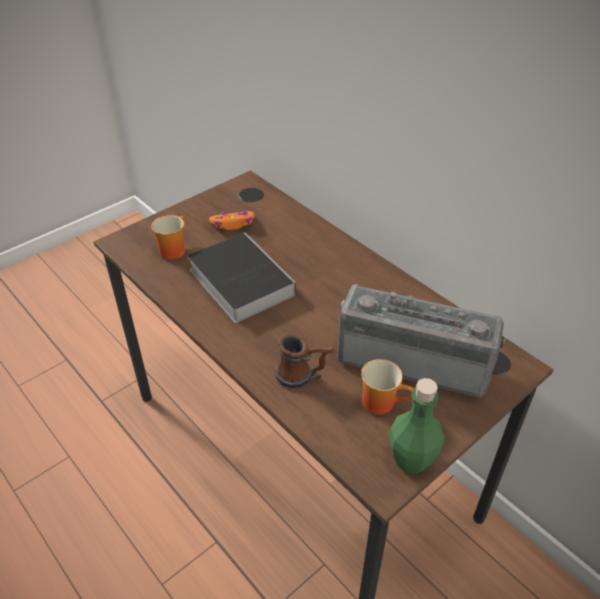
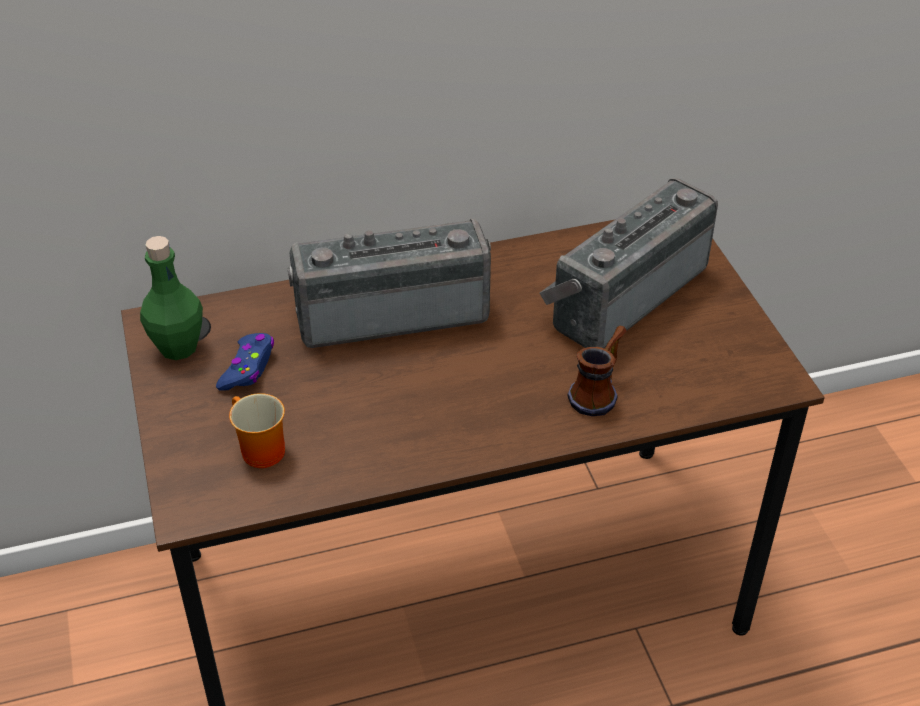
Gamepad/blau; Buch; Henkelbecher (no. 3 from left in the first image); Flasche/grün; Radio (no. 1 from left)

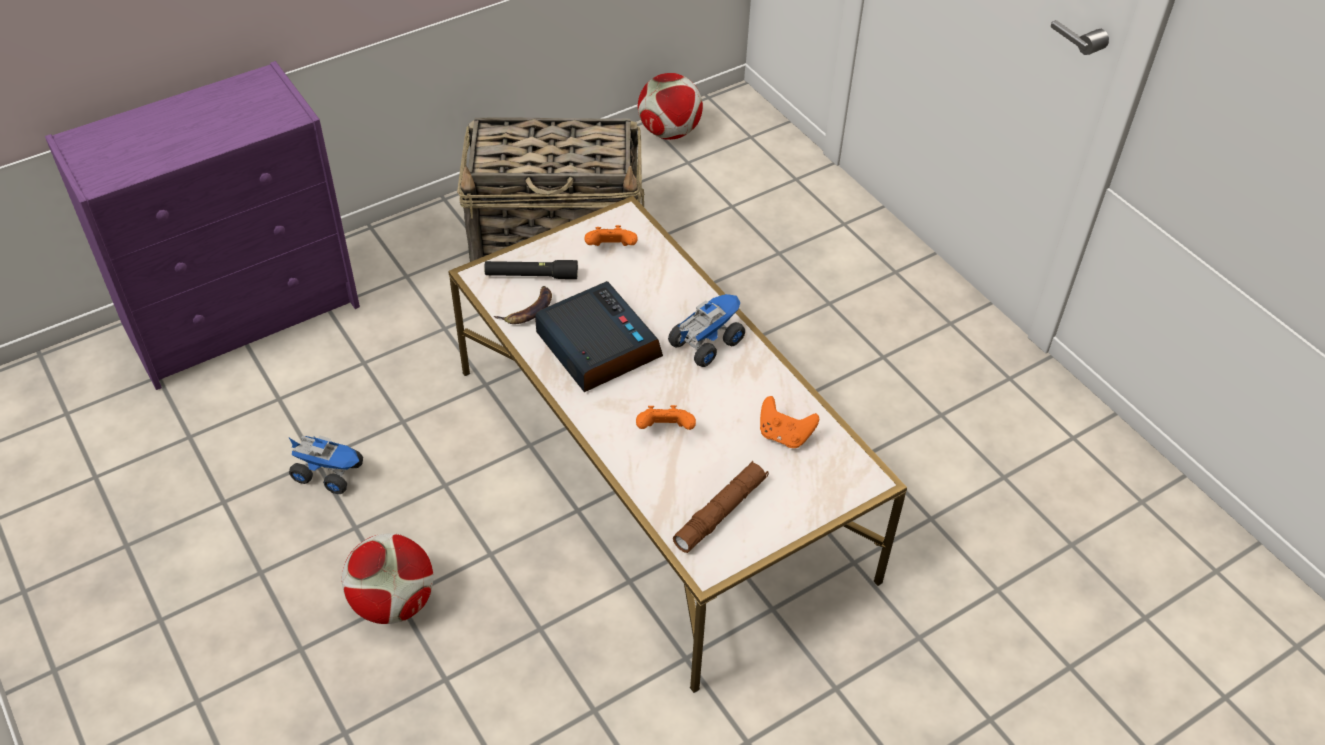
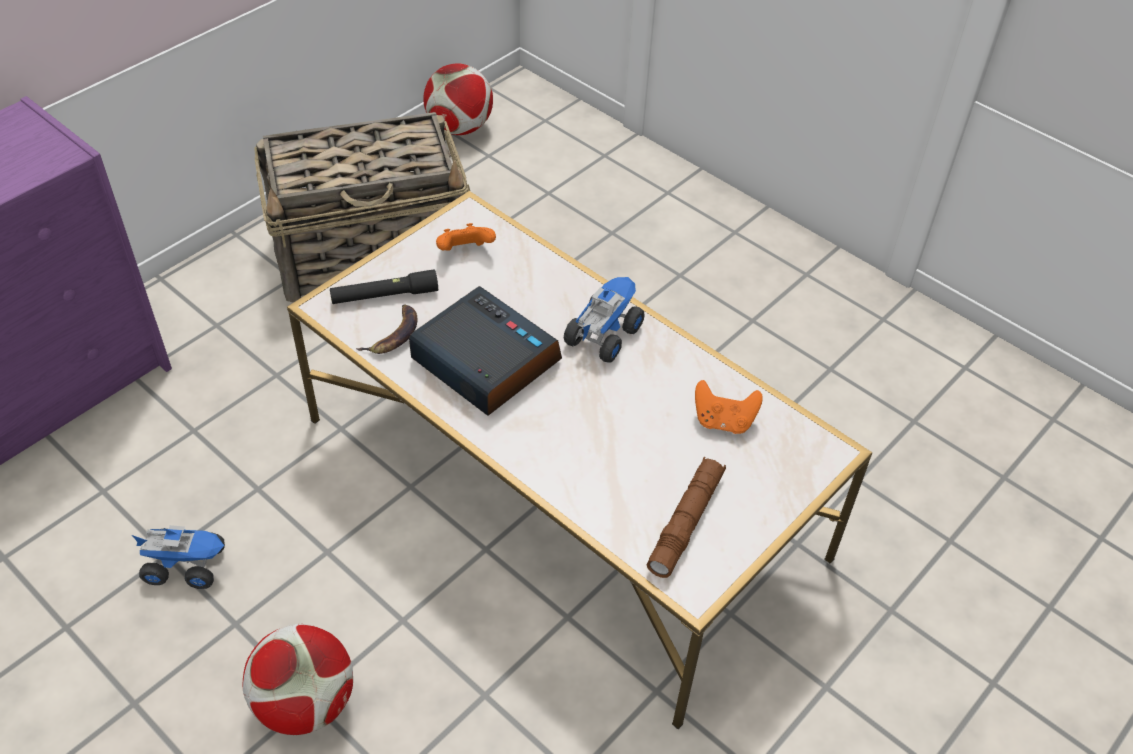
Gamepad/orange (no. 2 from left in the first image)

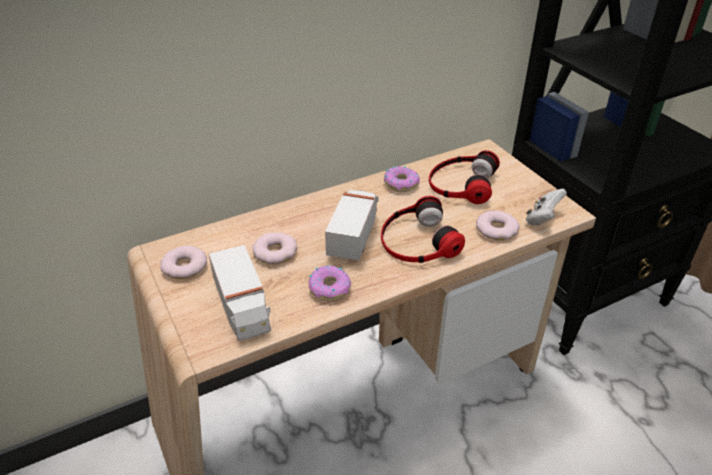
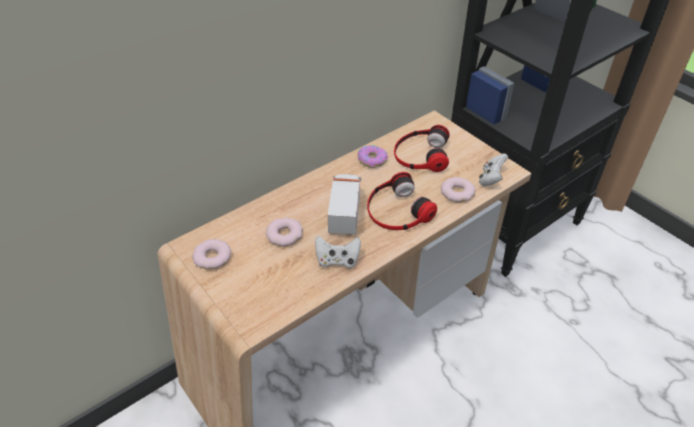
Spielzeuglaster (no. 1 from left in the first image); Gamepad/weiß (no. 1 from left)

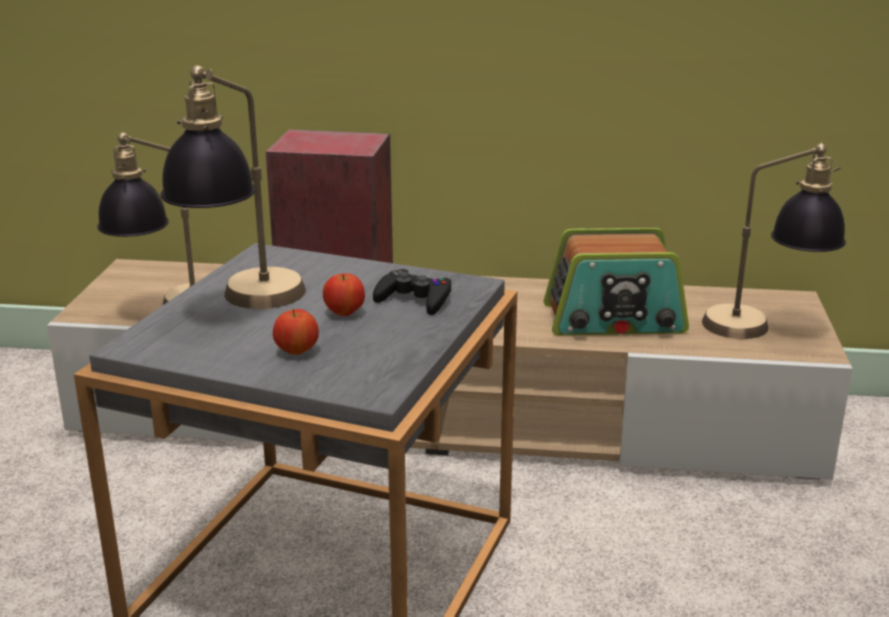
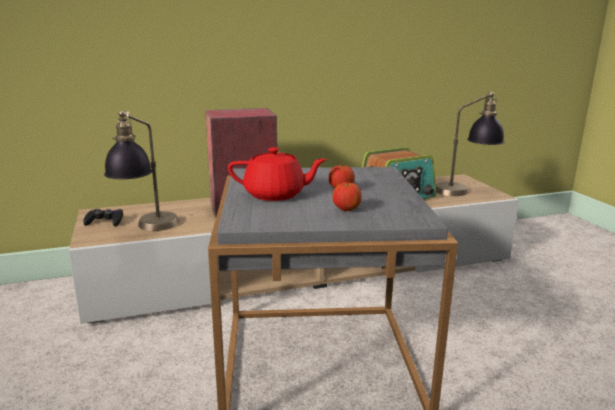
Teekanne/rot; Gamepad/schwarz

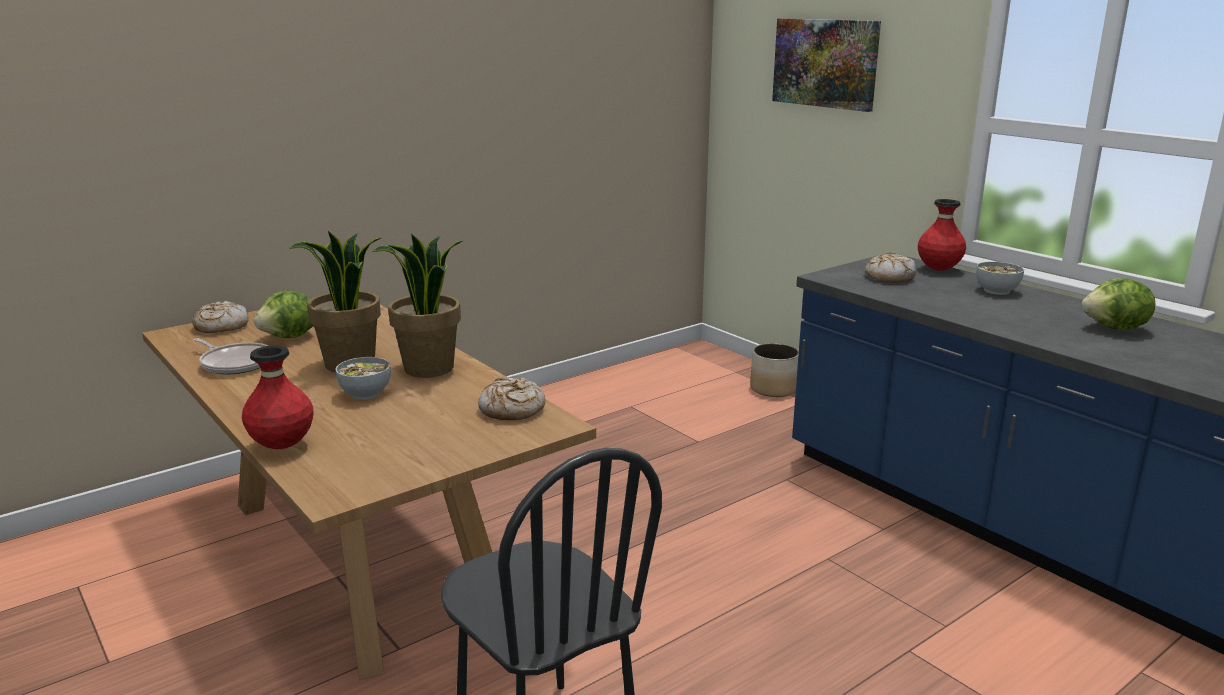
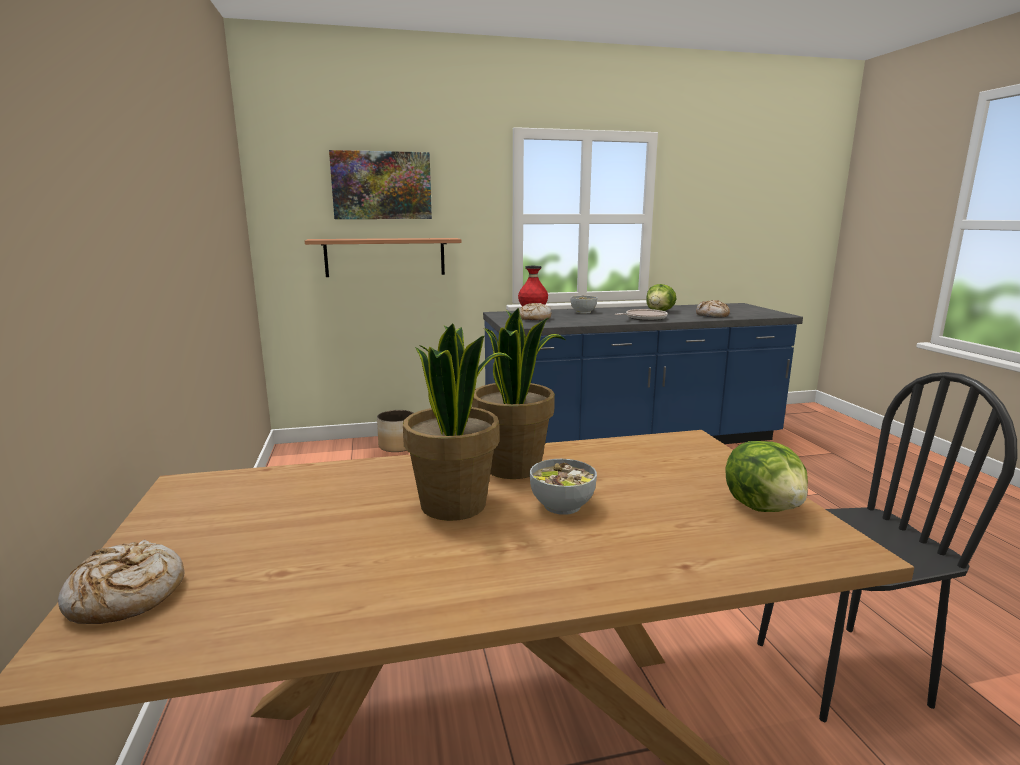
Salatkopf (no. 2 from left); Pfanne; Vase/rot (no. 1 from left in the first image); Brot (no. 3 from left); Wandregal

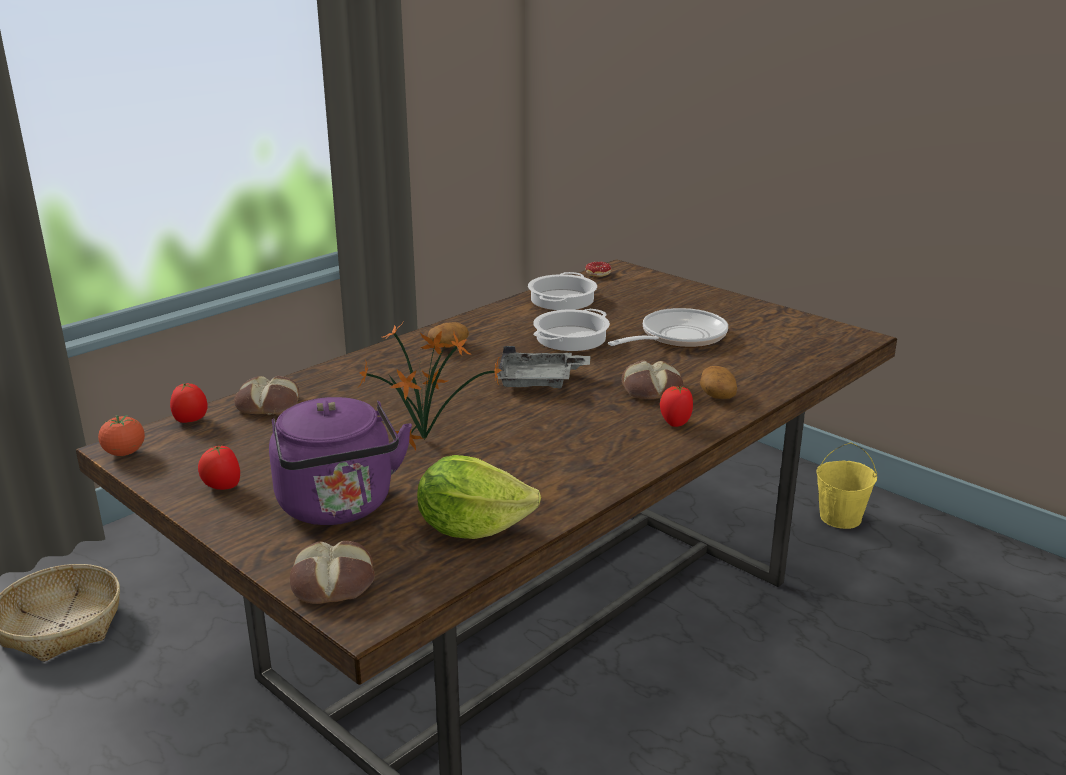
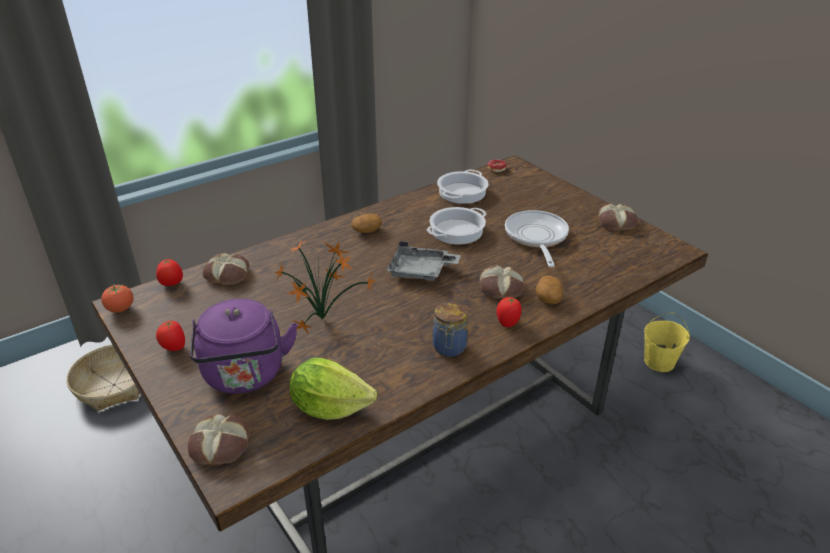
Pfanne; Brot (no. 4 from left); Vorratsglas

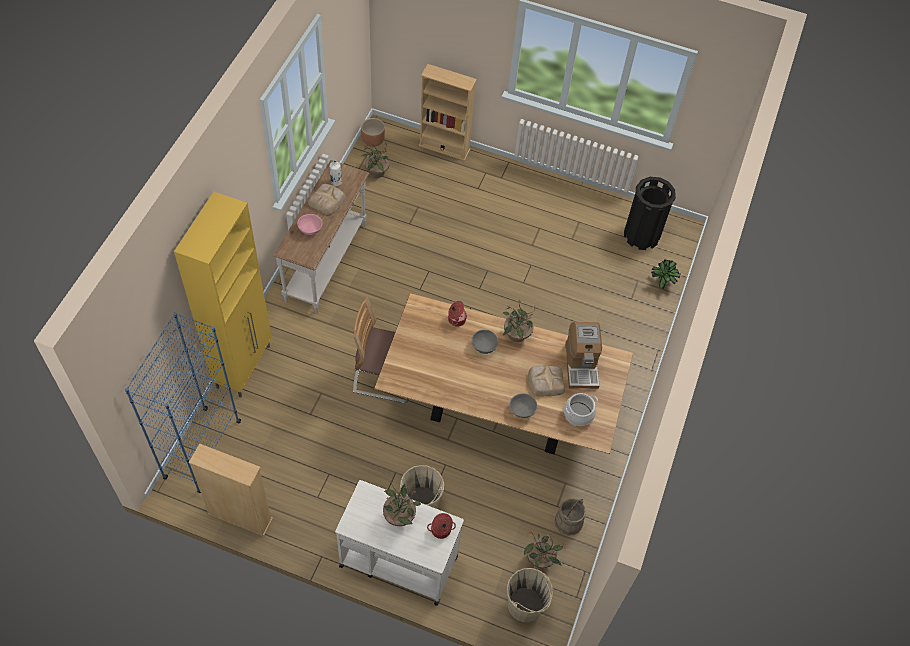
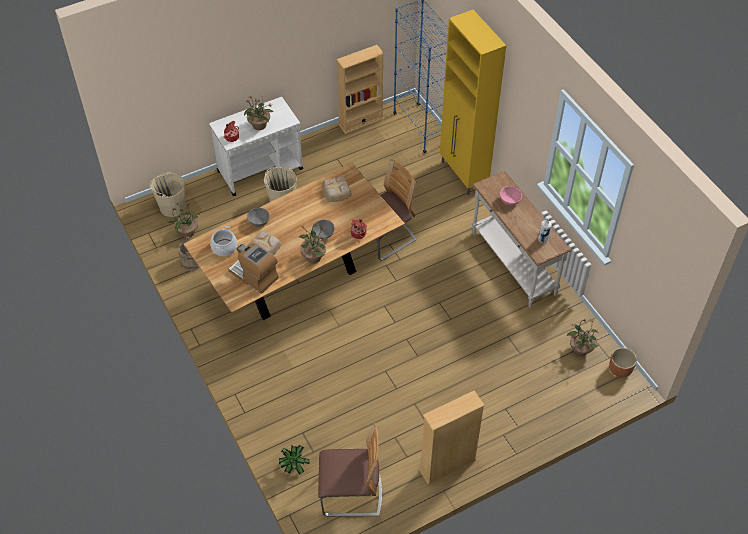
Bücherregal/beige (no. 2 from left); Stuhl (no. 1 from left); Brot (no. 2 from left)

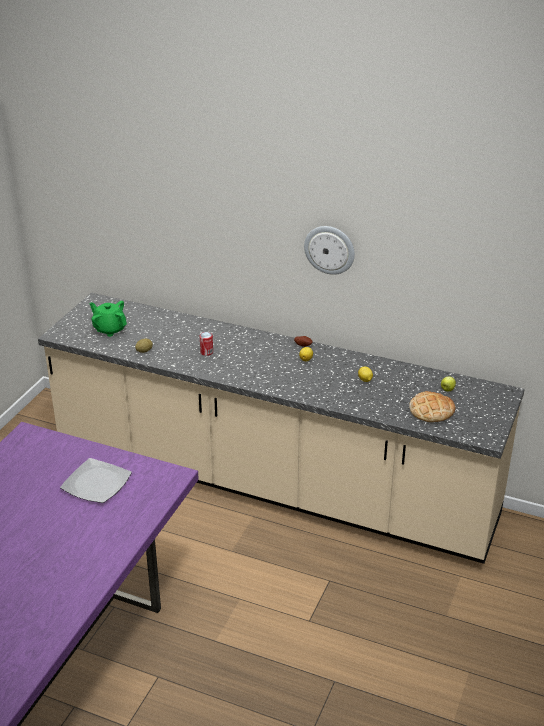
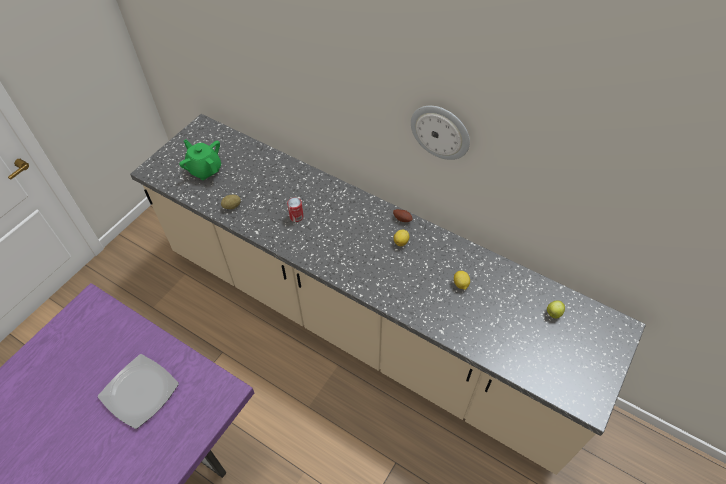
Brot

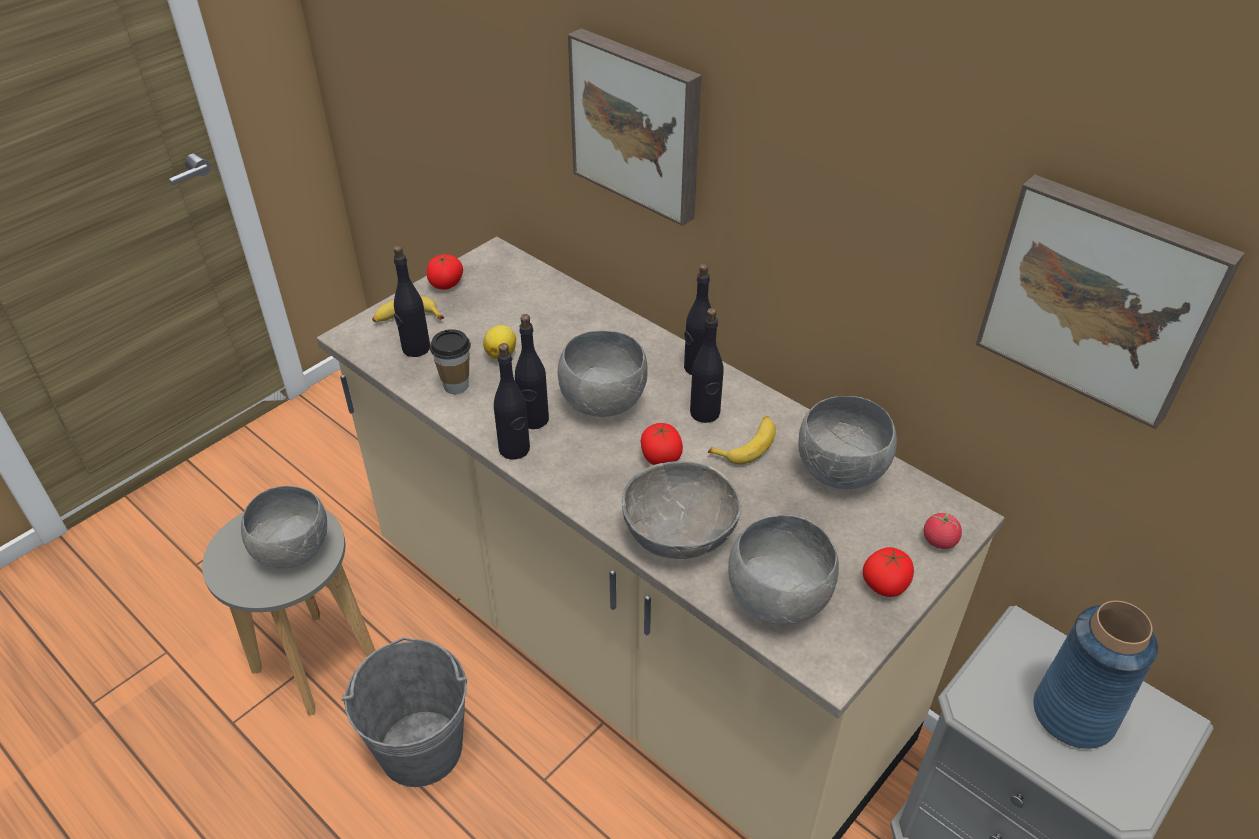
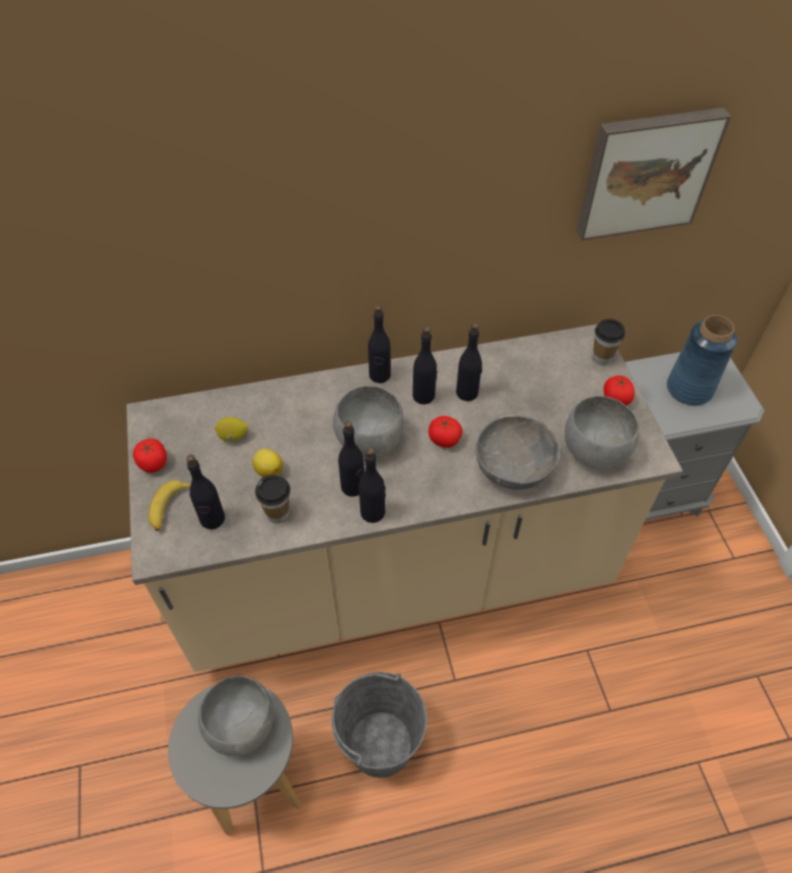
Bild (no. 1 from left in the first image); Schüssel/grau (no. 5 from left in the first image); Flasche/schwarz (no. 6 from left); Tasse (no. 2 from left); Zitrone (no. 1 from left)

